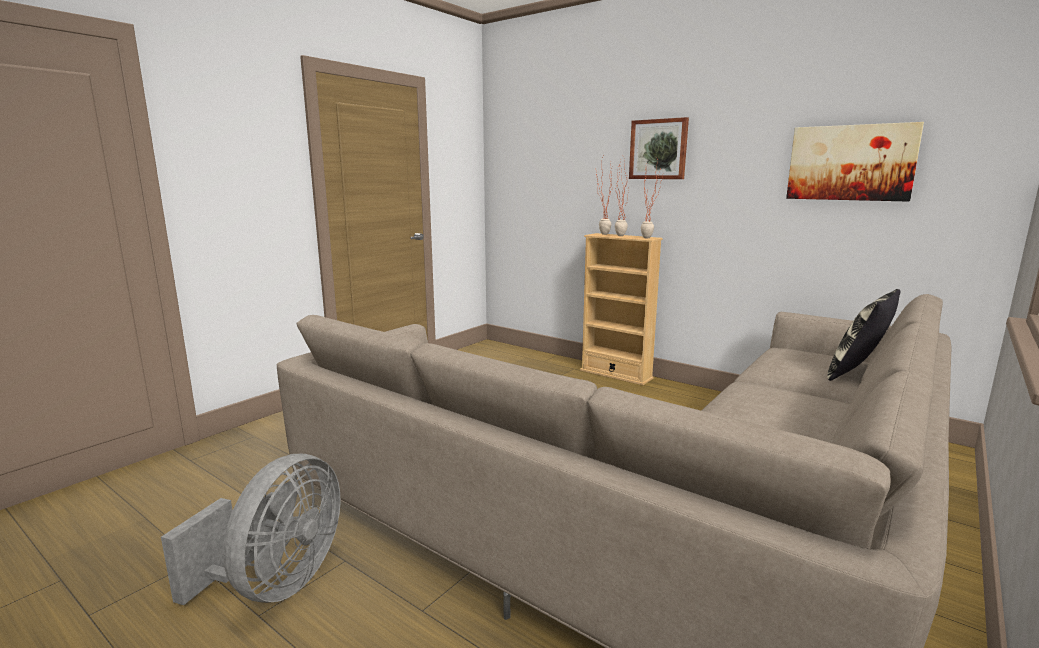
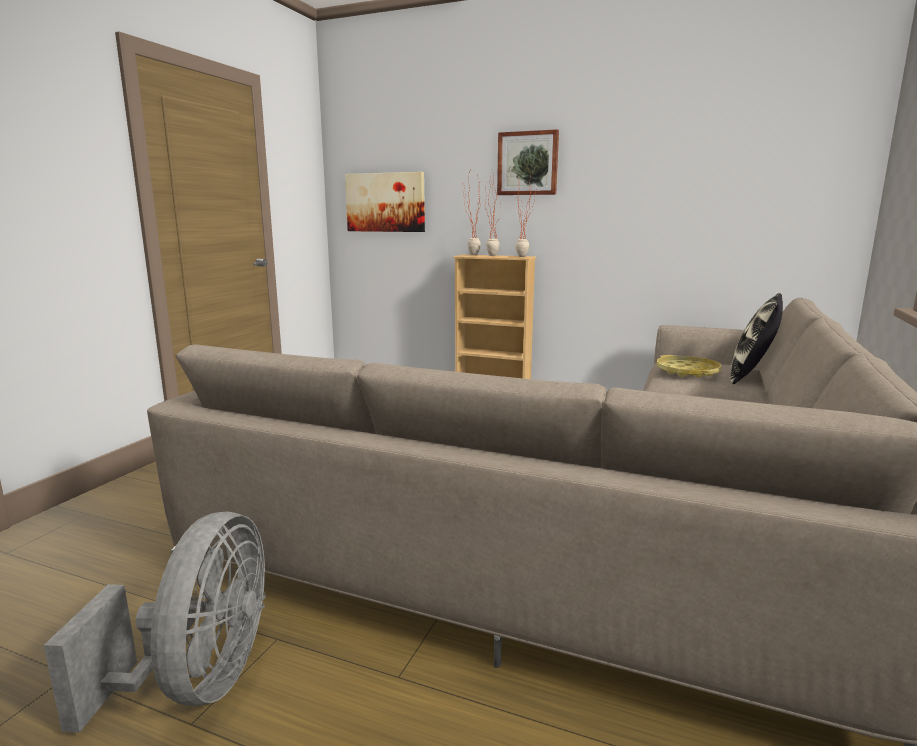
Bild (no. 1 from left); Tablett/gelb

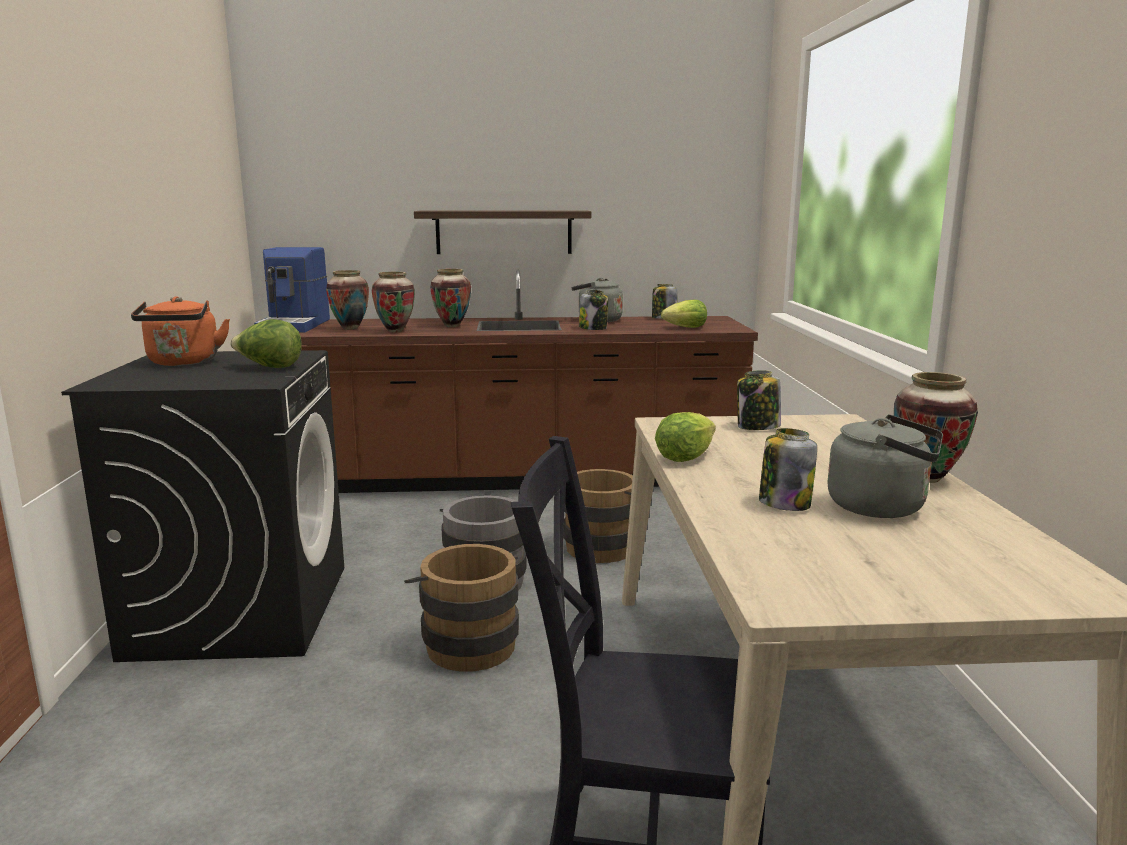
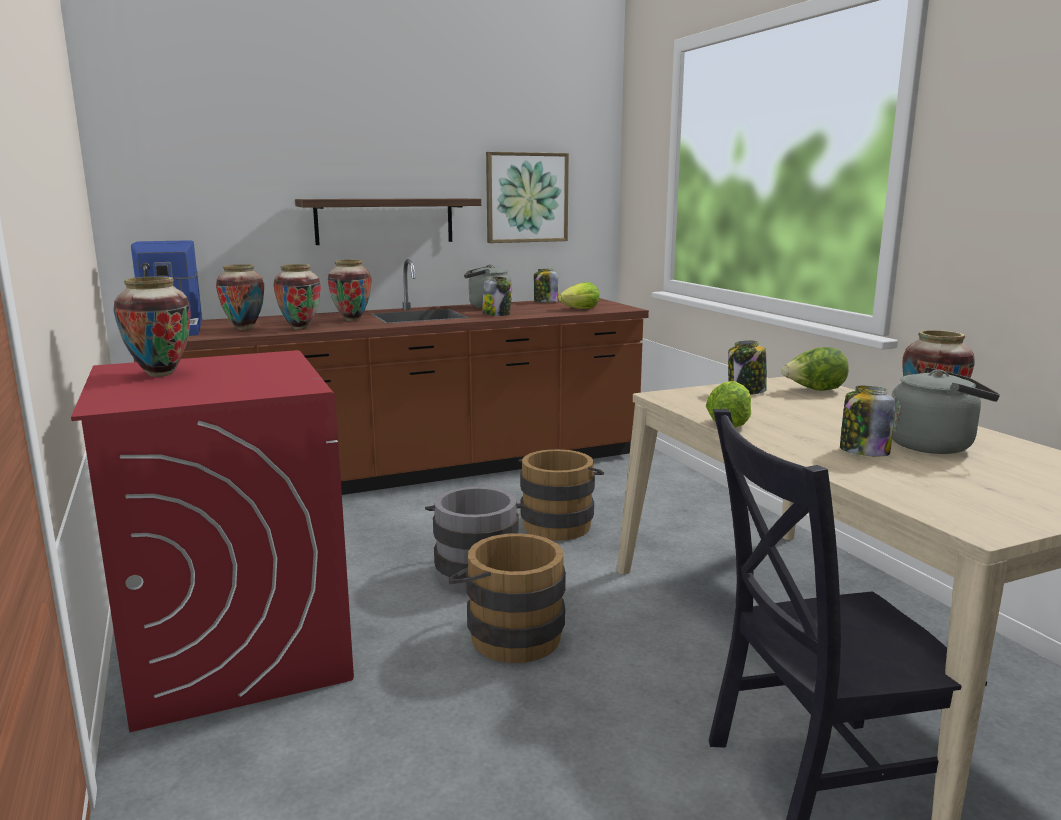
Vase (no. 1 from left); Salatkopf (no. 3 from left); Waschmaschine/rot; Bild

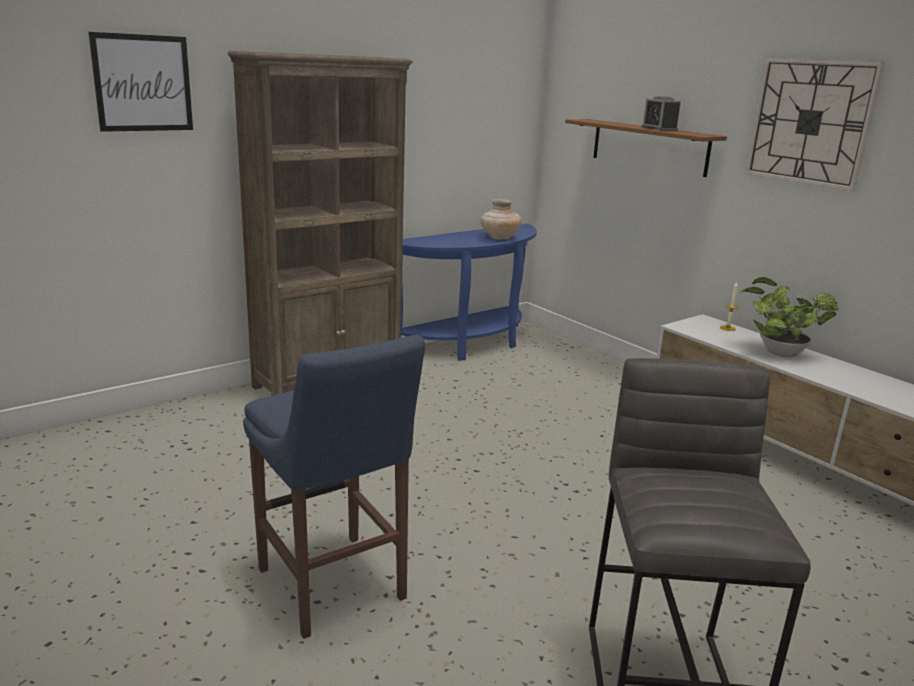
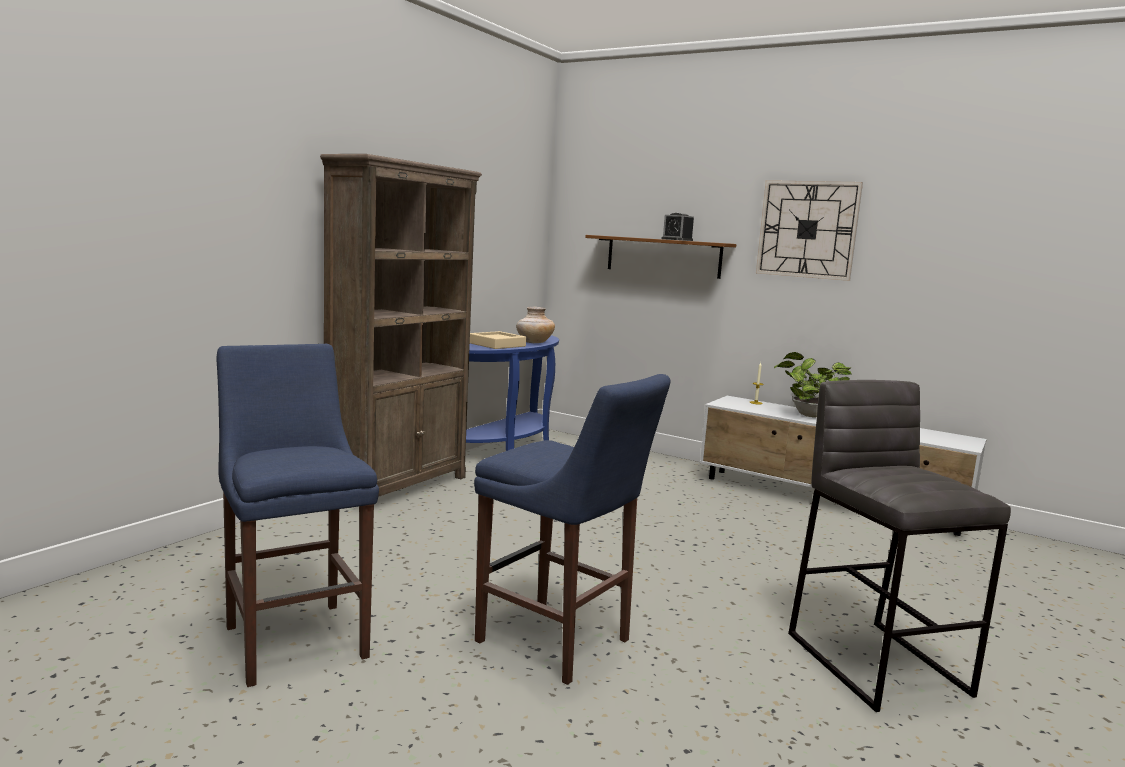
Bild; Tablett/beige; Hocker/blau (no. 1 from left)

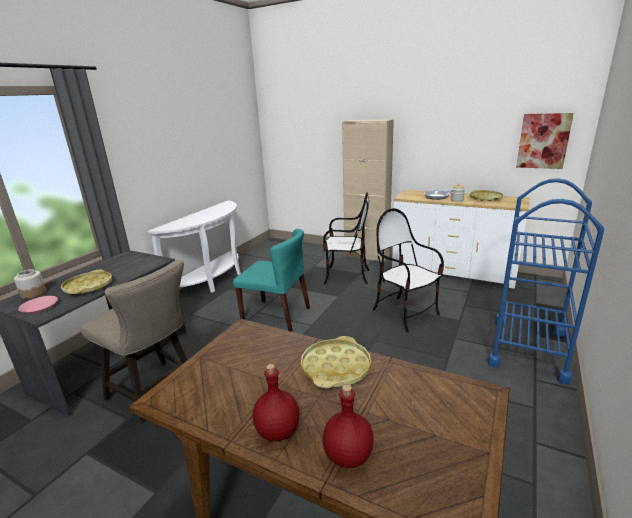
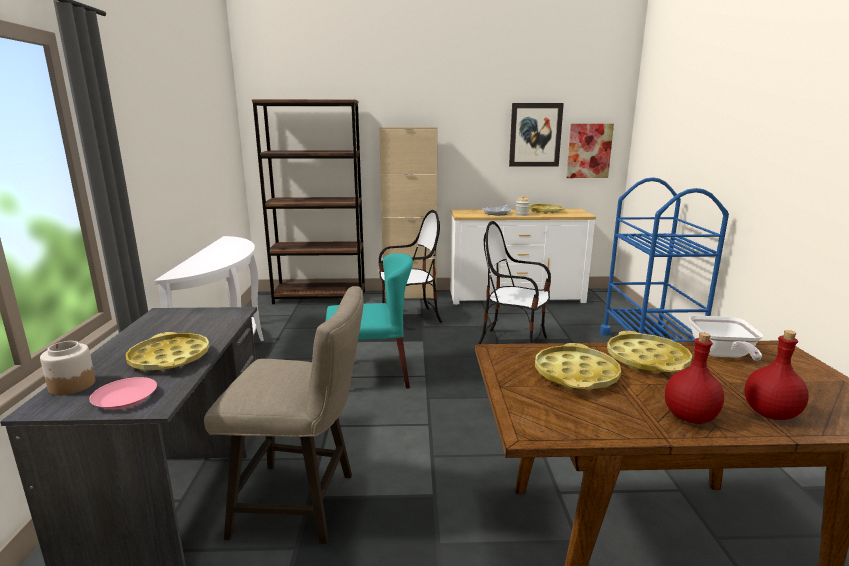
Bücherregal/braun; Bild (no. 1 from left); Pfanne (no. 2 from left); Tablett/gelb (no. 3 from left)

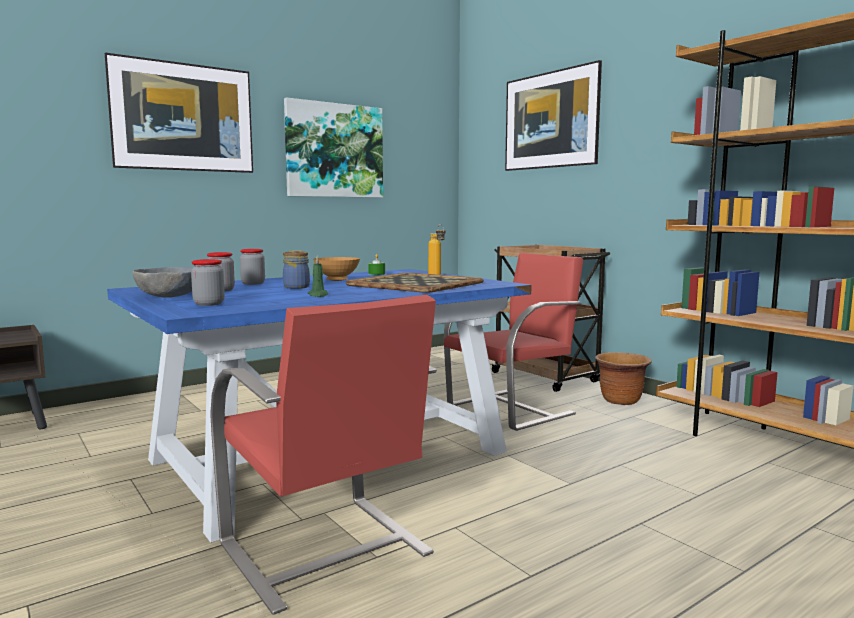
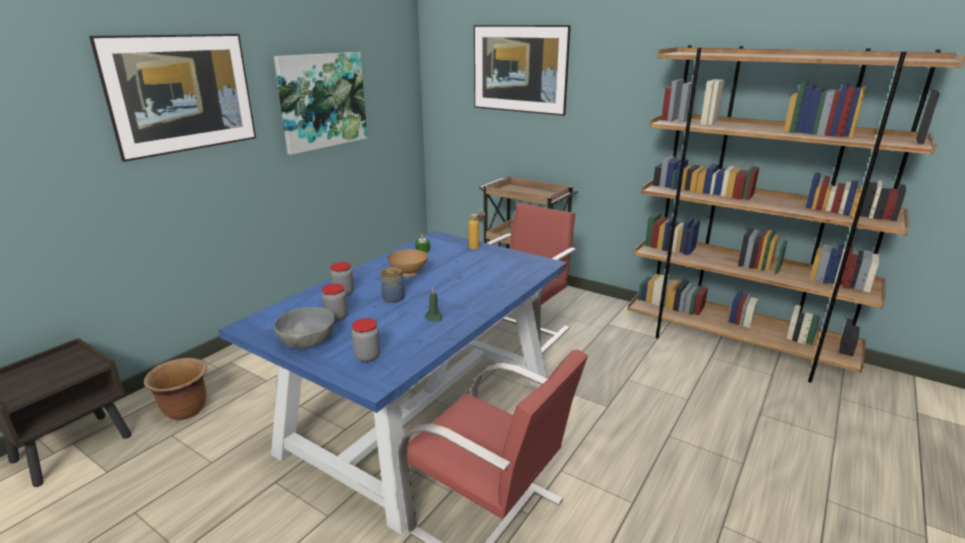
Tablett; Pflanzkübel/braun

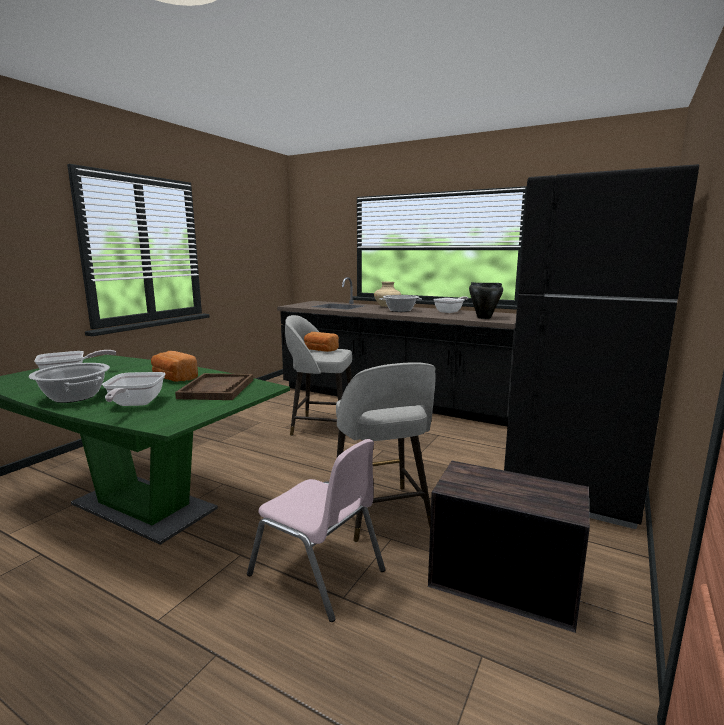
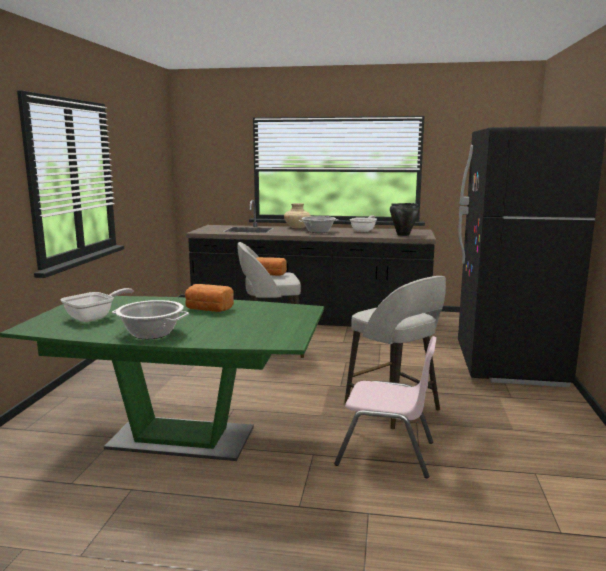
Pfanne (no. 2 from left in the first image); Tablett/braun; Kiste

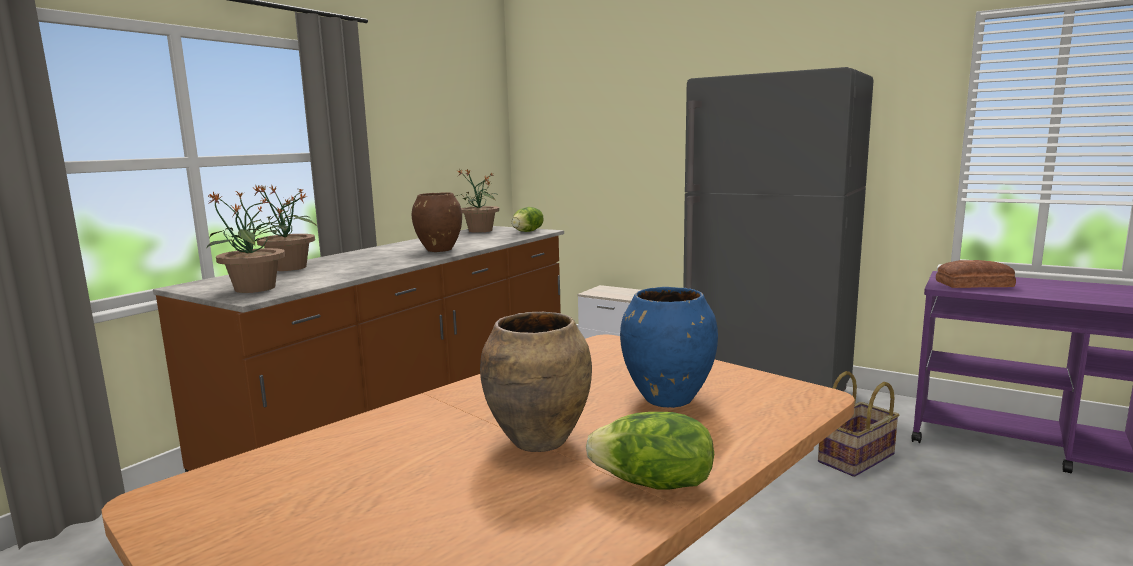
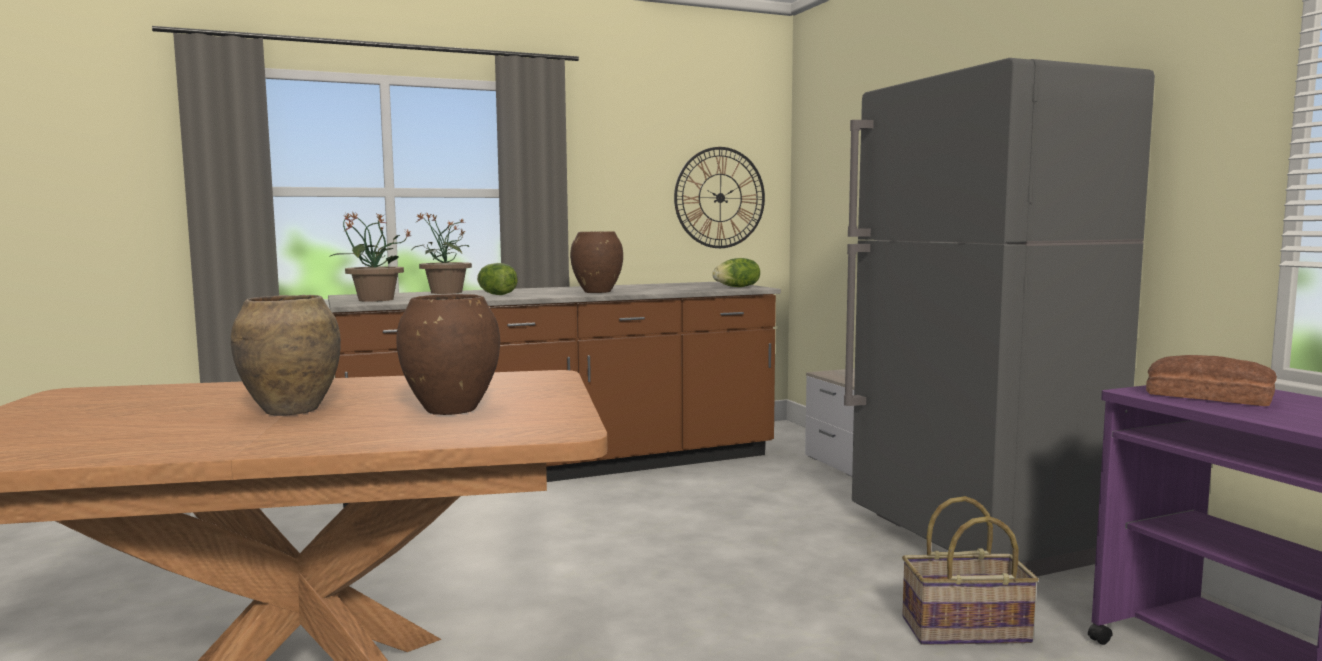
Topfpflanze (no. 3 from left in the first image); Vase/braun (no. 2 from left); Salatkopf (no. 1 from left); Wanduhr

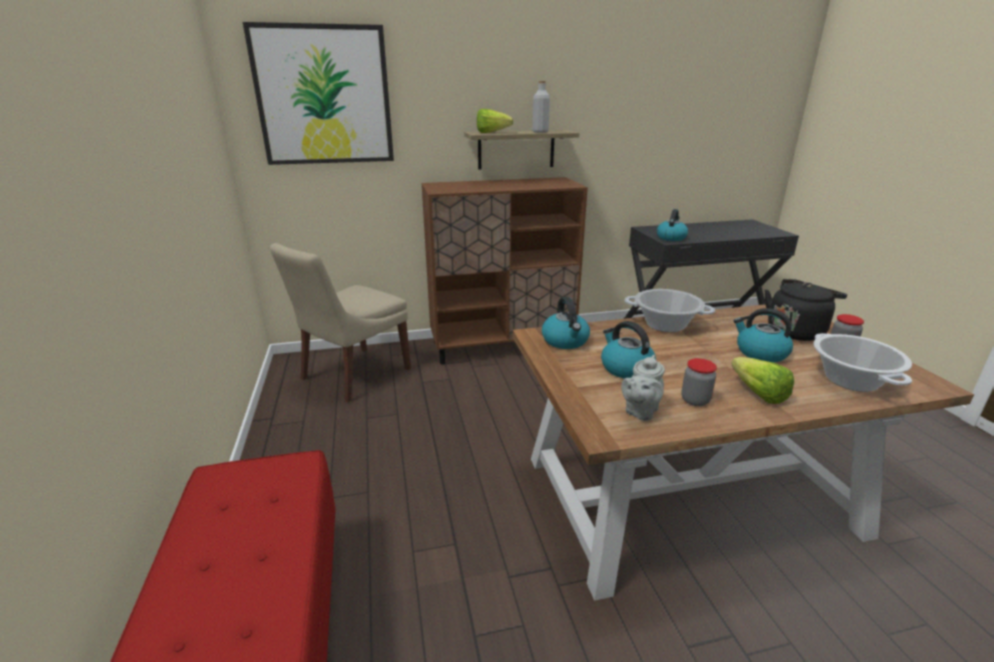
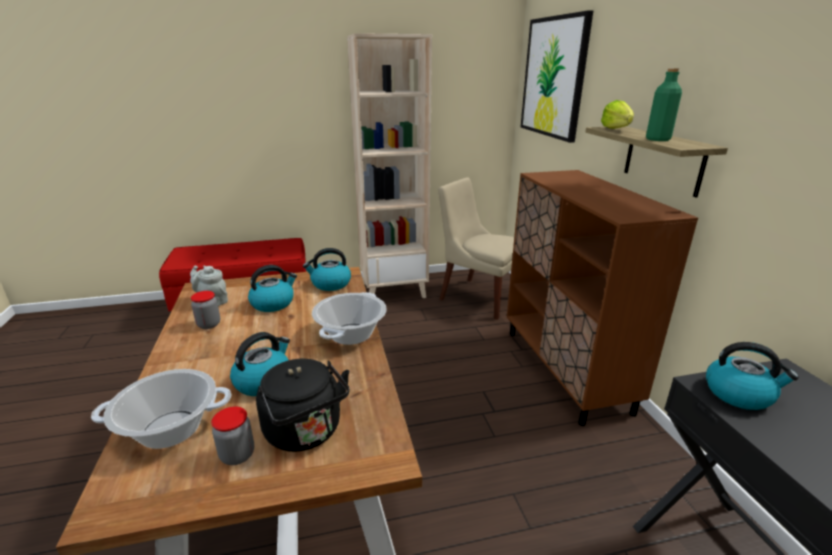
Flasche/grün; Salatkopf (no. 2 from left in the first image); Bücherregal/beige

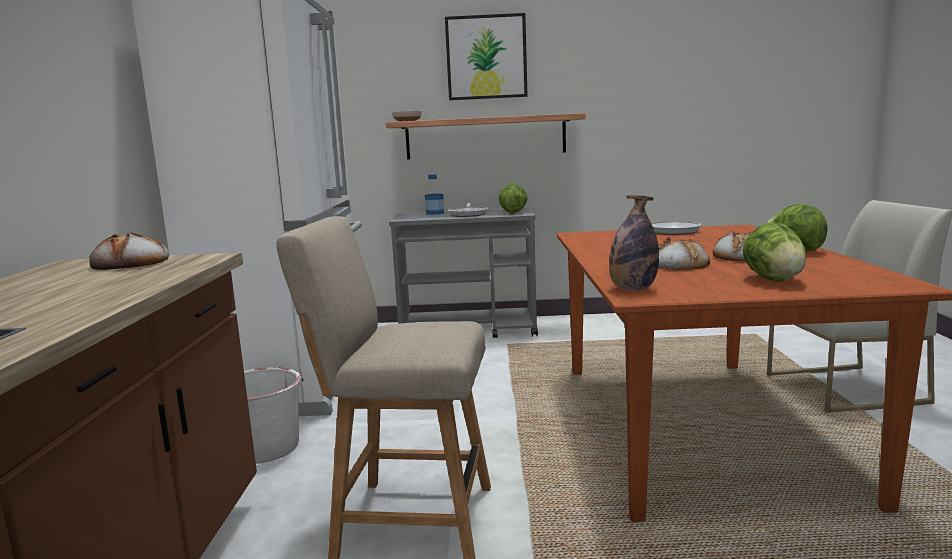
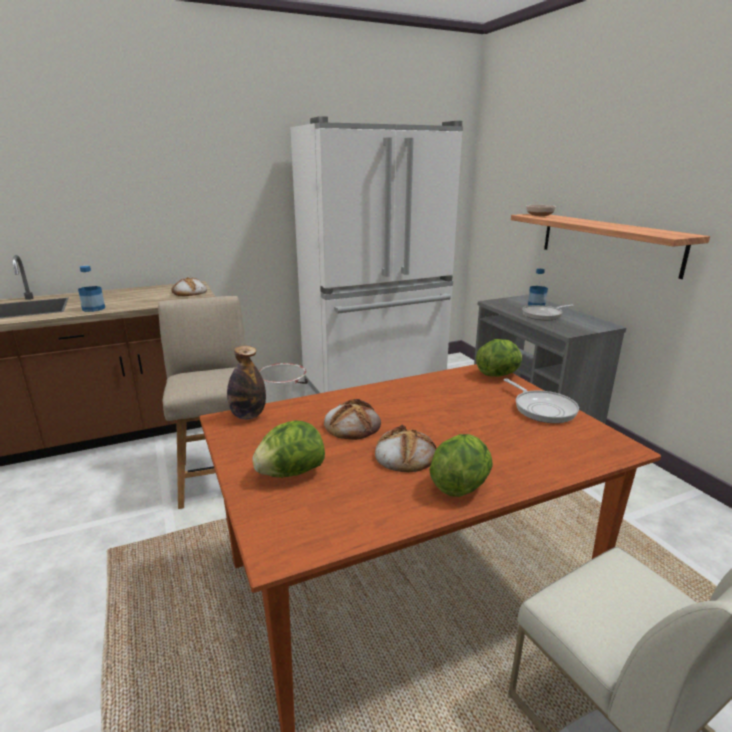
Bild; Salatkopf (no. 3 from left); Flasche (no. 1 from left)

